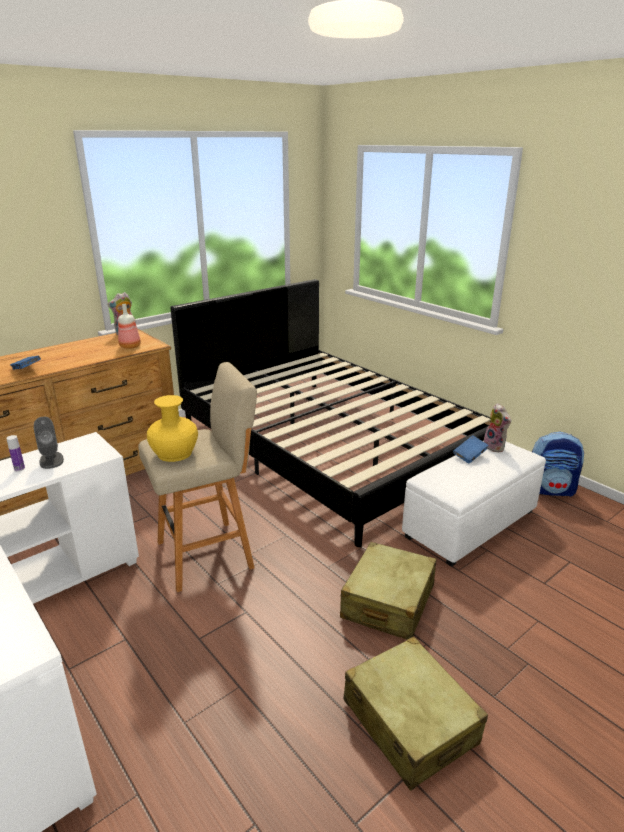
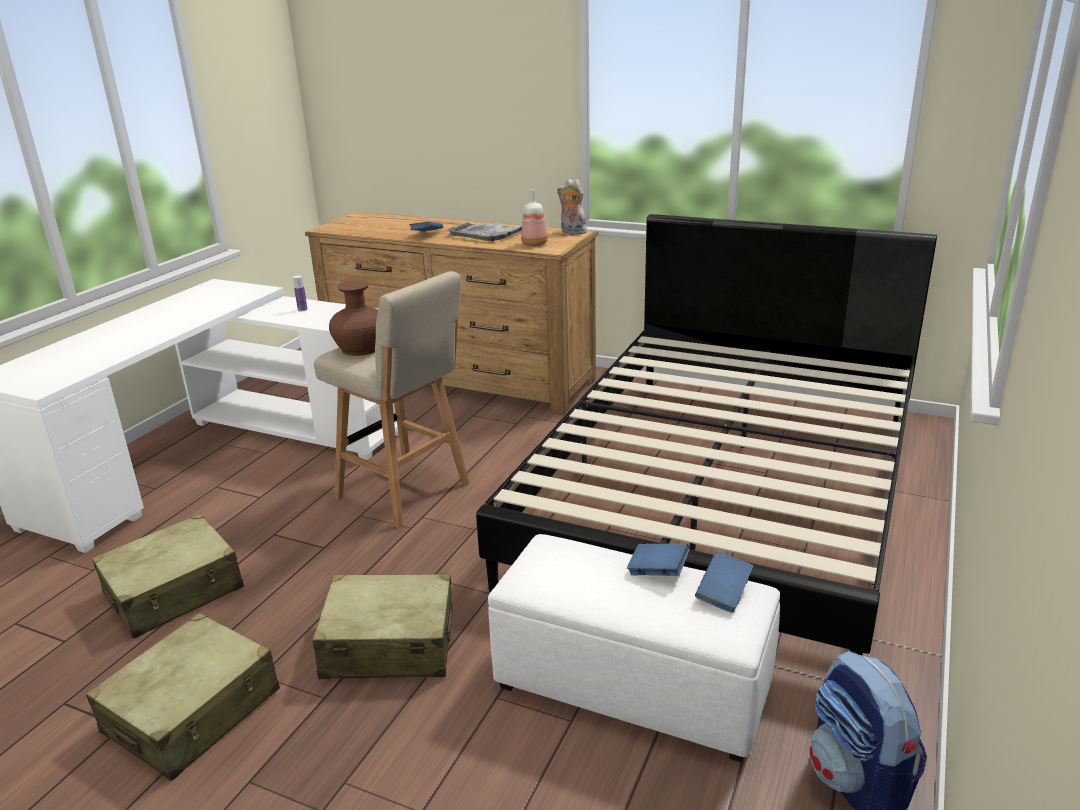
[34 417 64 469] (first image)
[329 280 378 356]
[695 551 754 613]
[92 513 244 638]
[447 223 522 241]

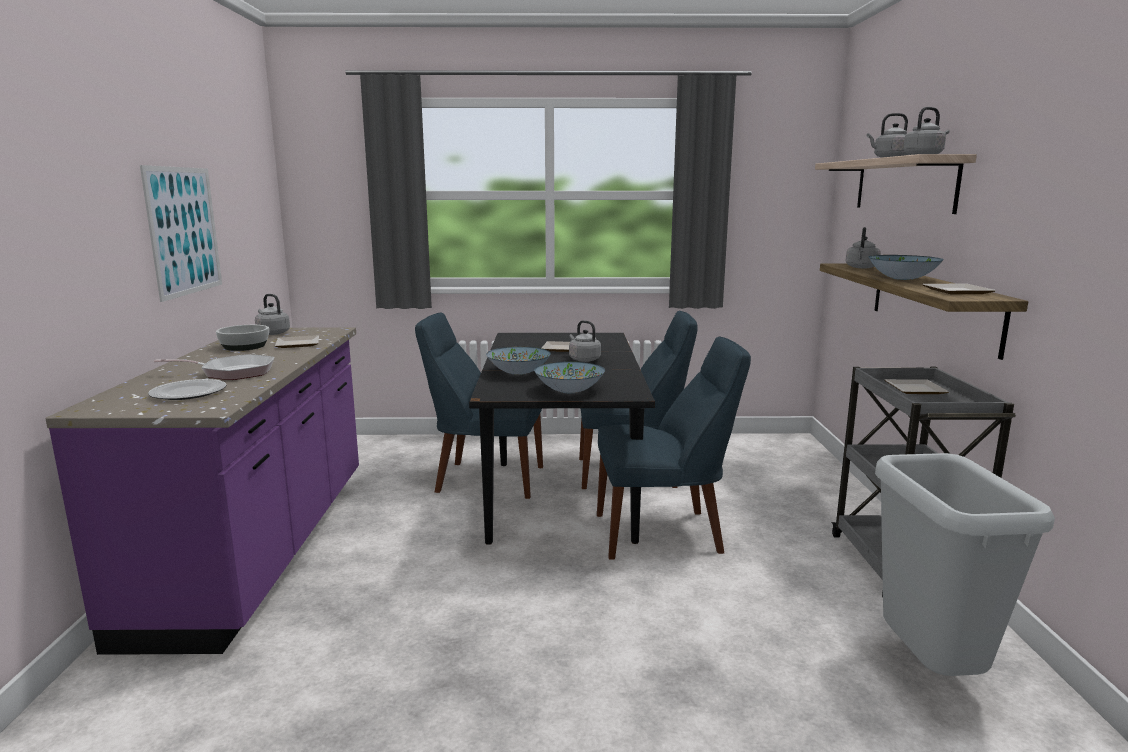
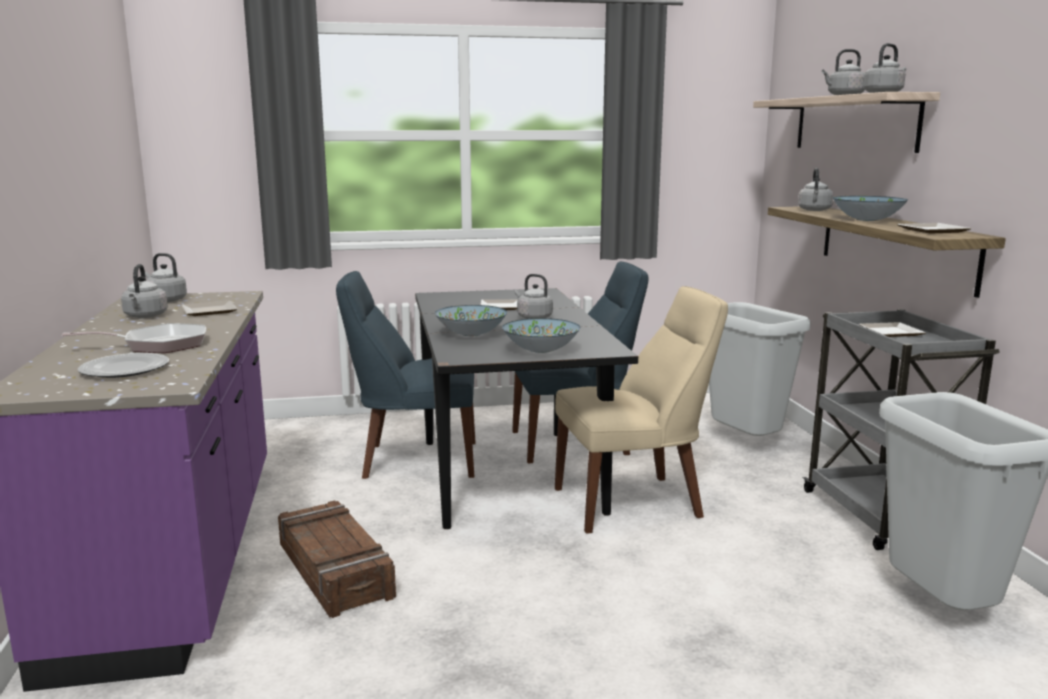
[140 165 222 302] (first image)
[121 264 168 318]
[555 286 728 534]
[278 500 396 618]
[709 302 811 436]

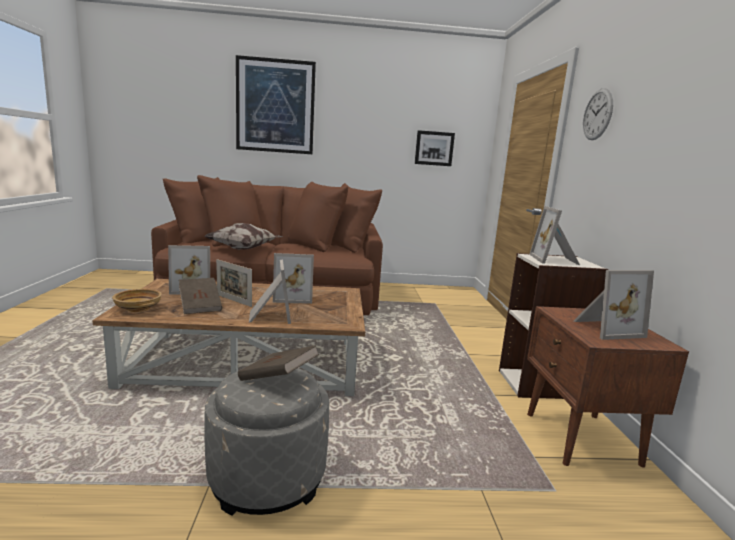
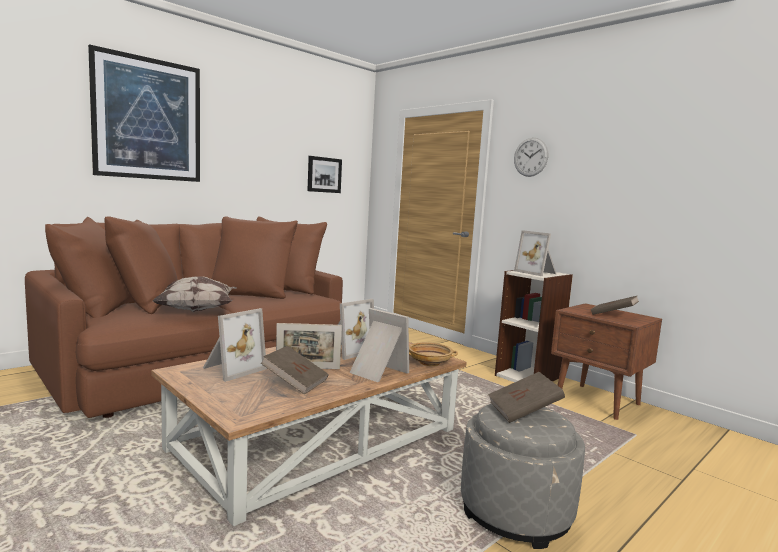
[409 342 458 366]
[591 296 639 315]

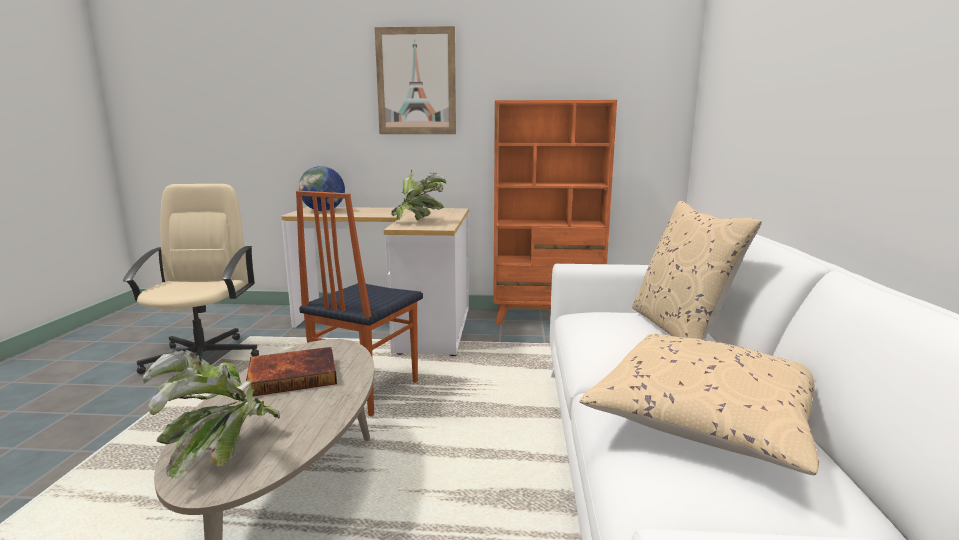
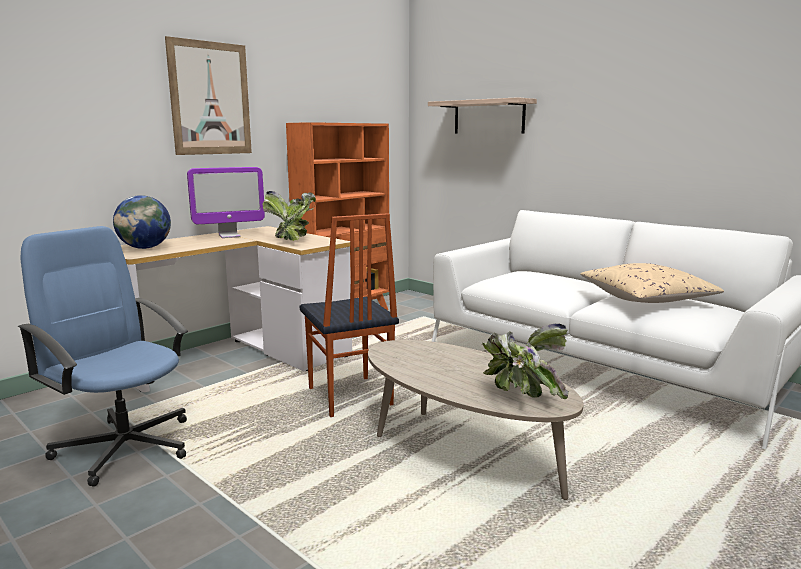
[18 226 188 487]
[246 347 337 396] (first image)
[632 201 762 340] (first image)
[187 167 265 238]
[428 97 537 133]

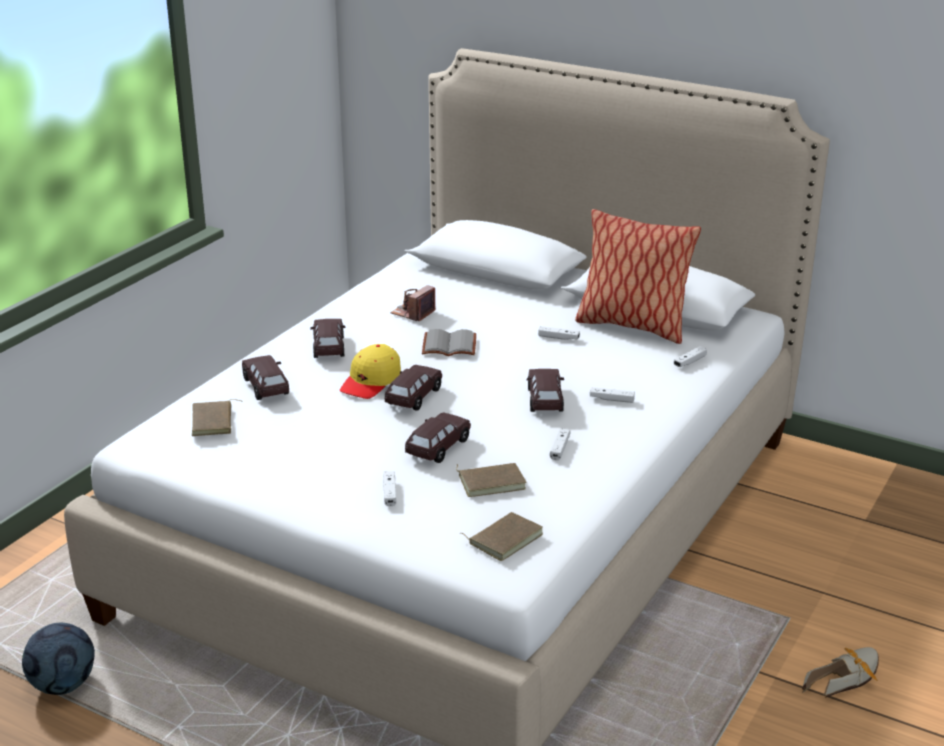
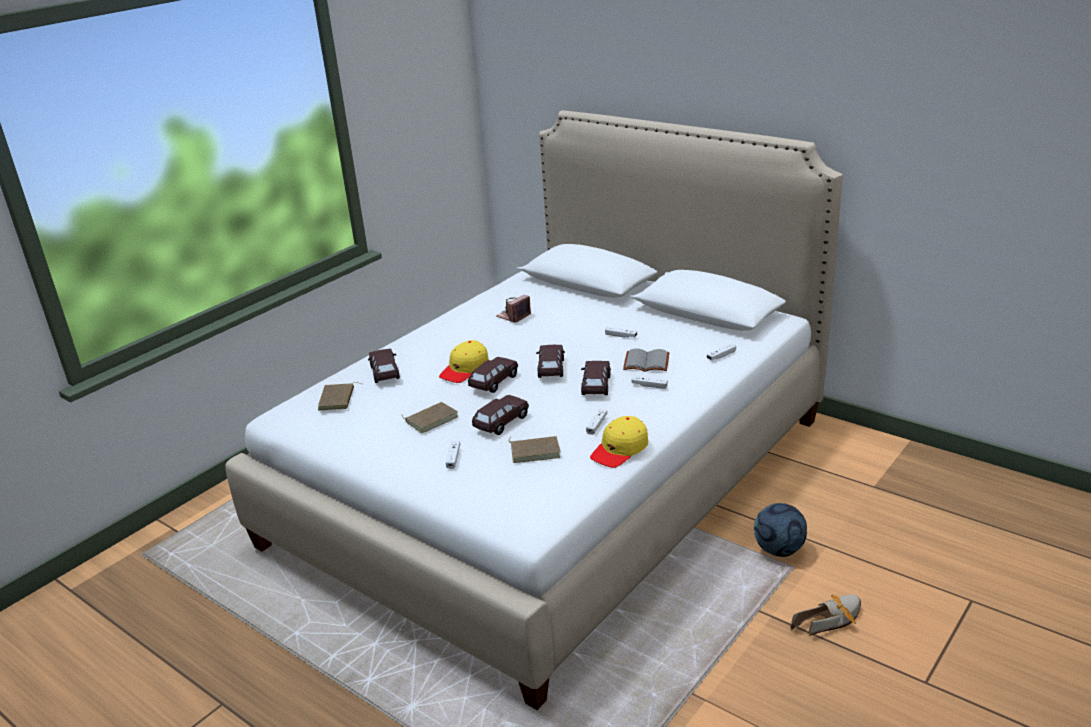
[754 503 807 557]
[536 345 565 378]
[623 348 669 372]
[401 402 458 433]
[575 209 701 344] (first image)
[590 416 648 468]

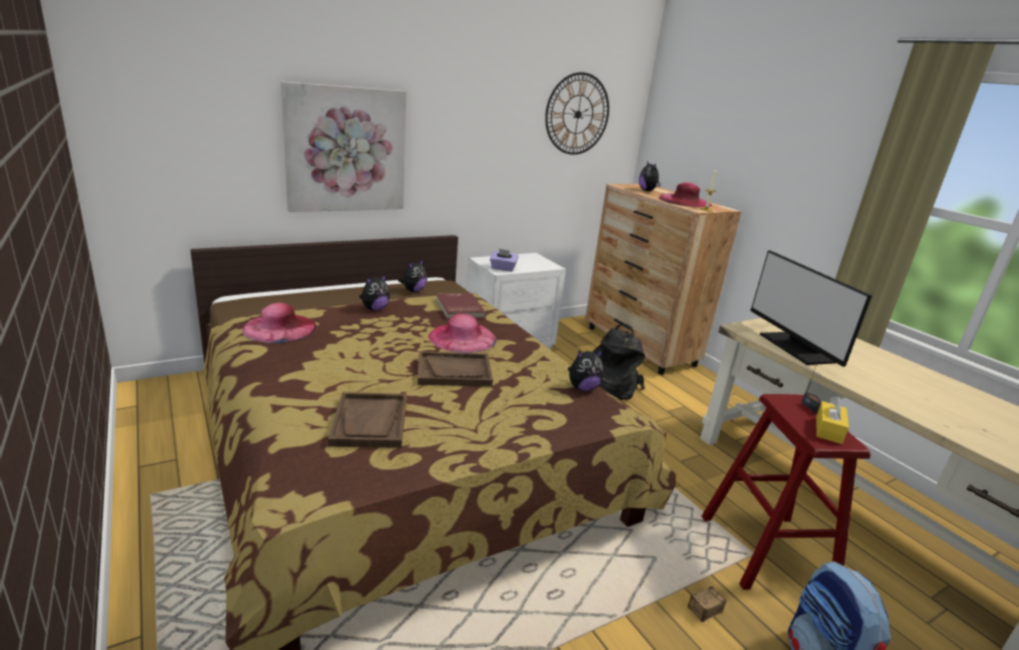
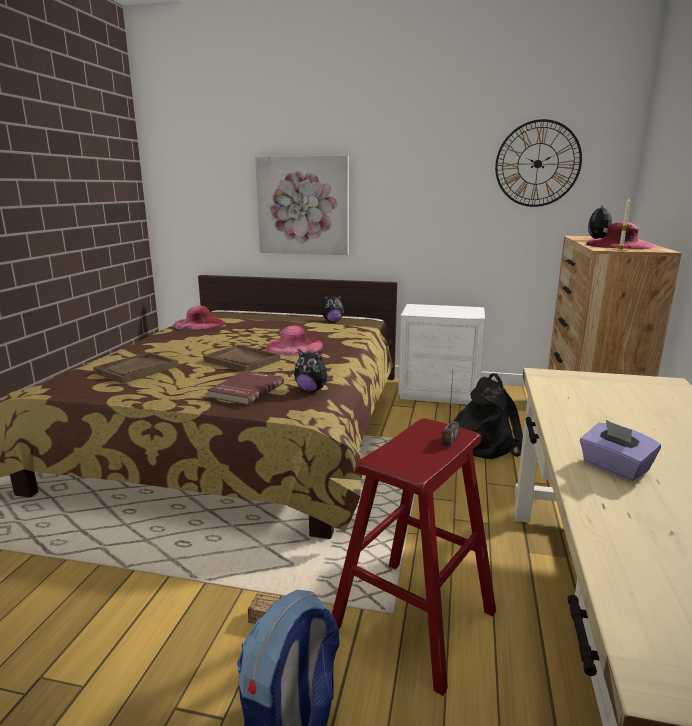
[359 274 390 311] (first image)
[207 371 284 405]
[580 420 661 481]
[750 250 872 367] (first image)
[816 397 849 444] (first image)

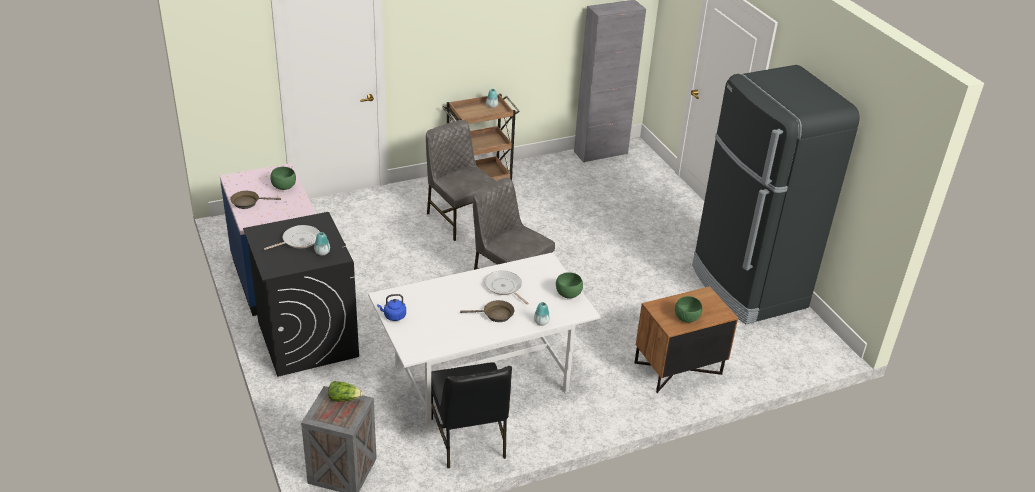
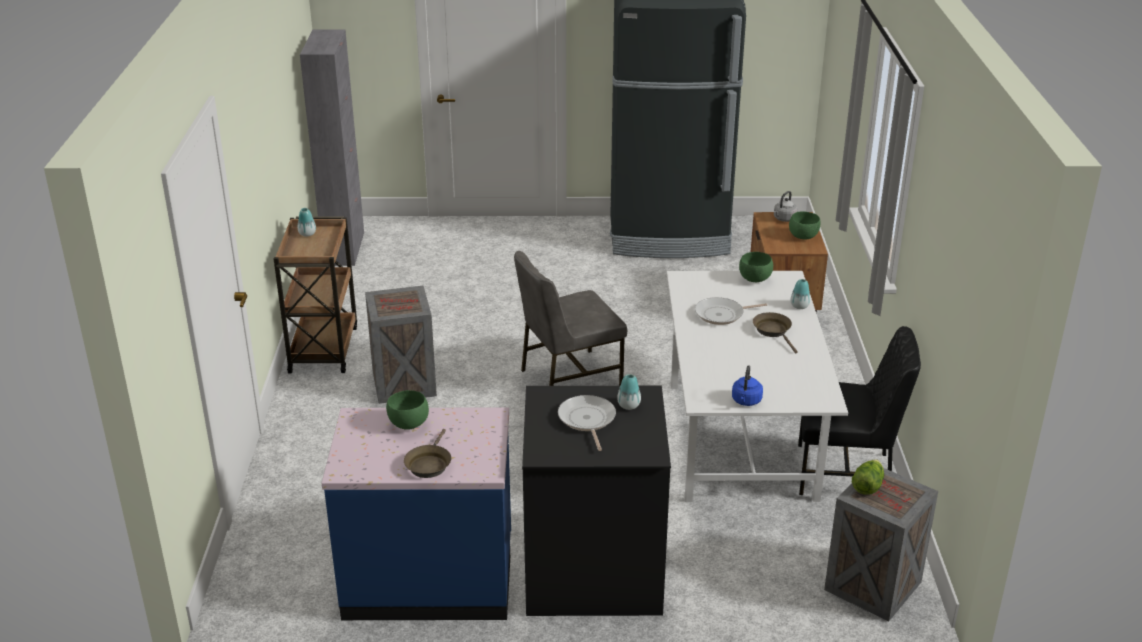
[365 286 437 404]
[753 312 798 353]
[774 191 798 222]

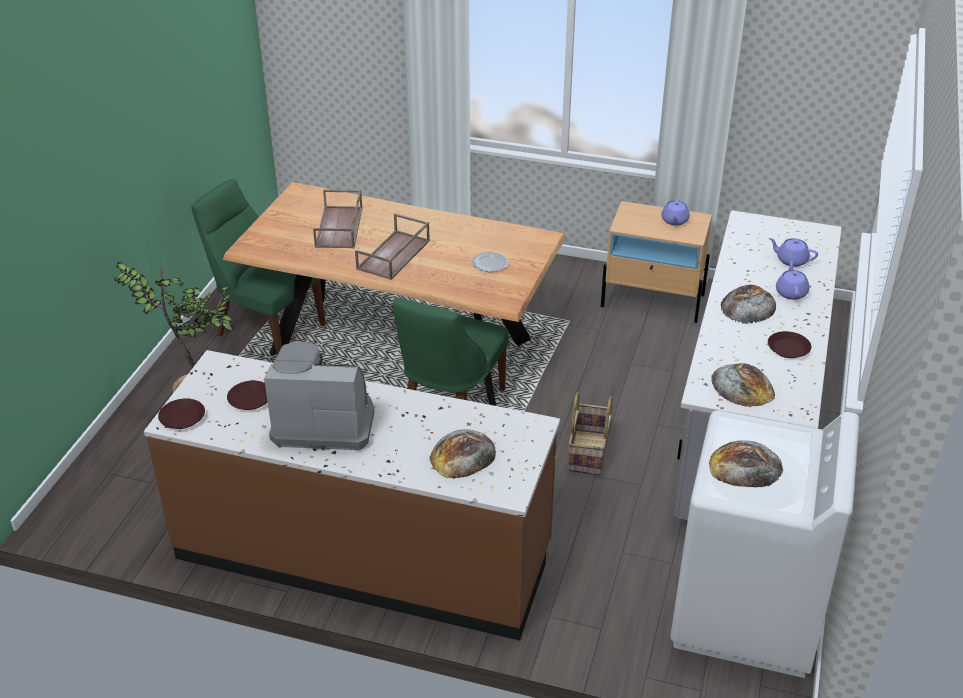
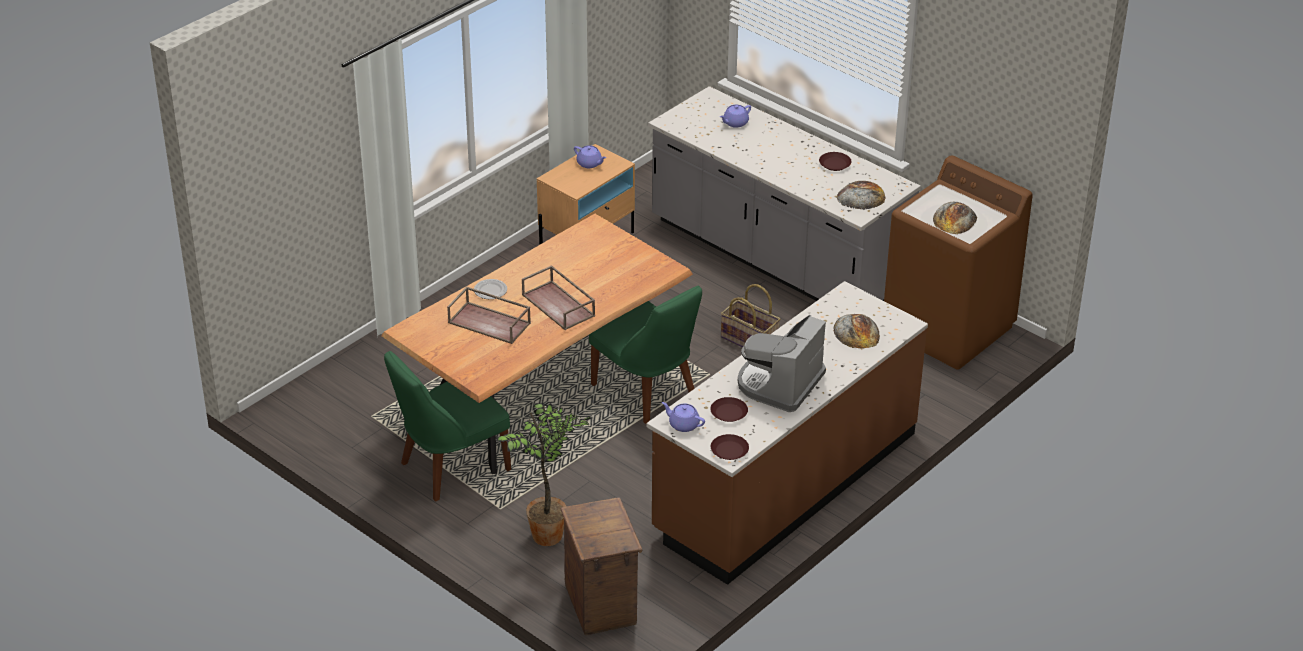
[474 279 507 299]
[884 156 1033 370]
[721 285 776 324] (first image)
[662 402 705 432]
[560 497 642 635]

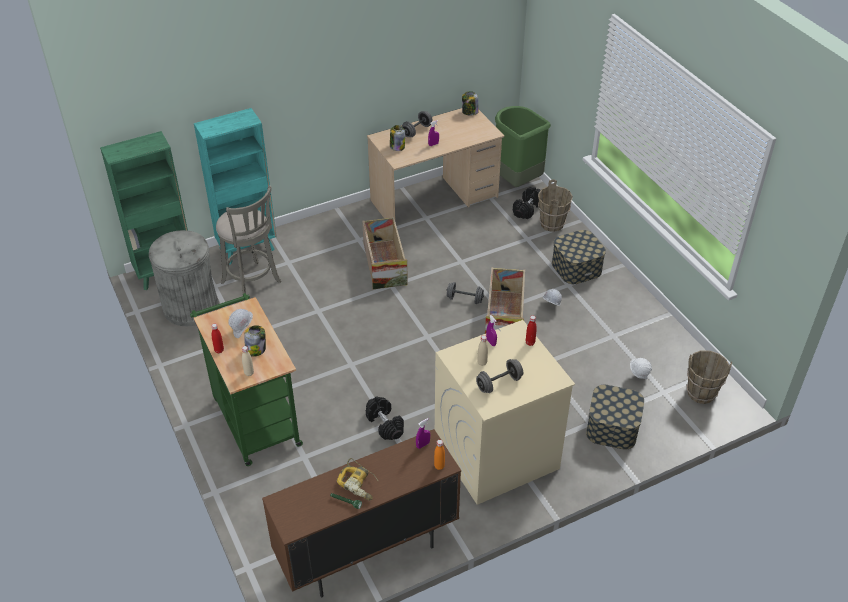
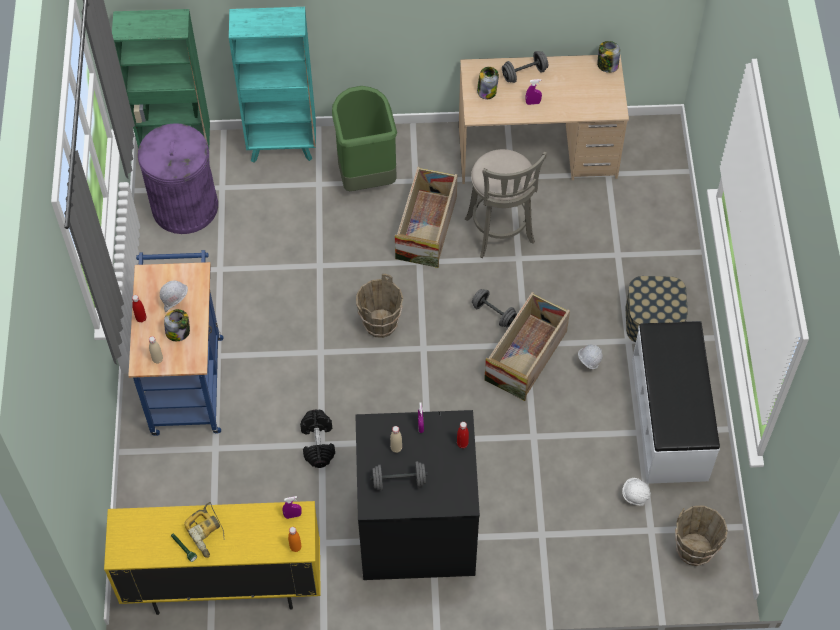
[138 123 218 234]
[128 250 223 436]
[464 149 547 258]
[104 501 321 615]
[355 410 480 580]
[332 86 397 191]
[513 187 541 219] (first image)
[356 274 403 338]
[586 385 644 450] (first image)
[632 321 720 484]

